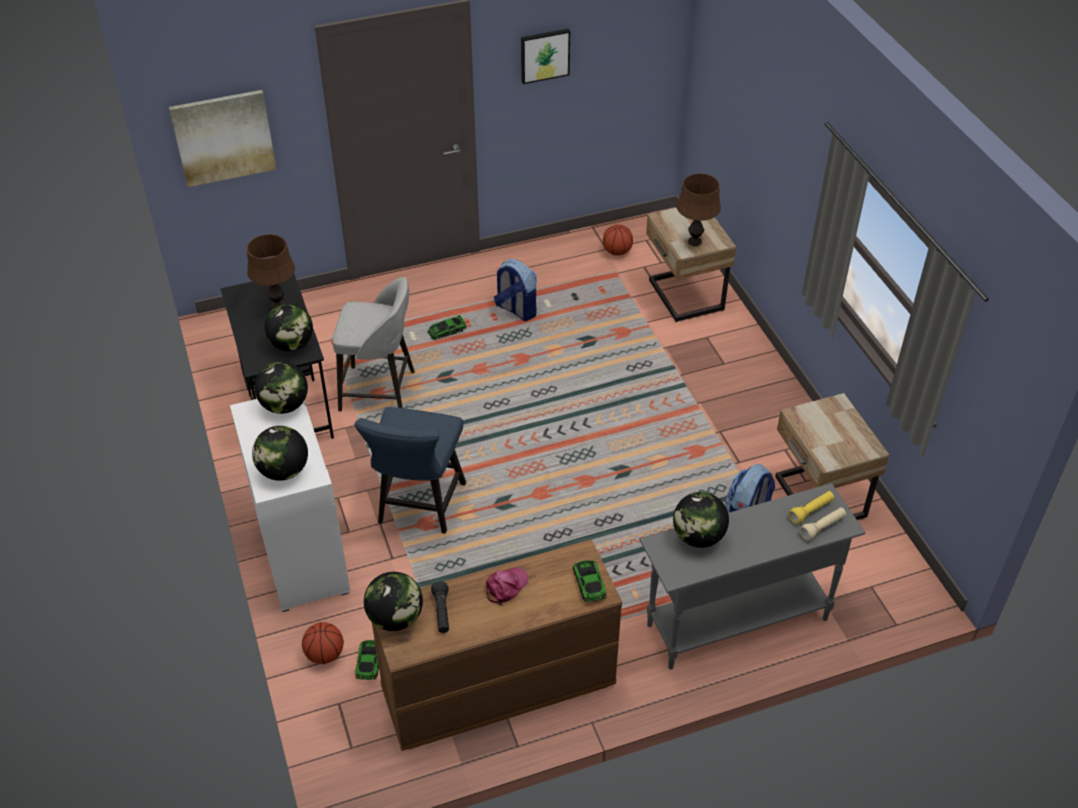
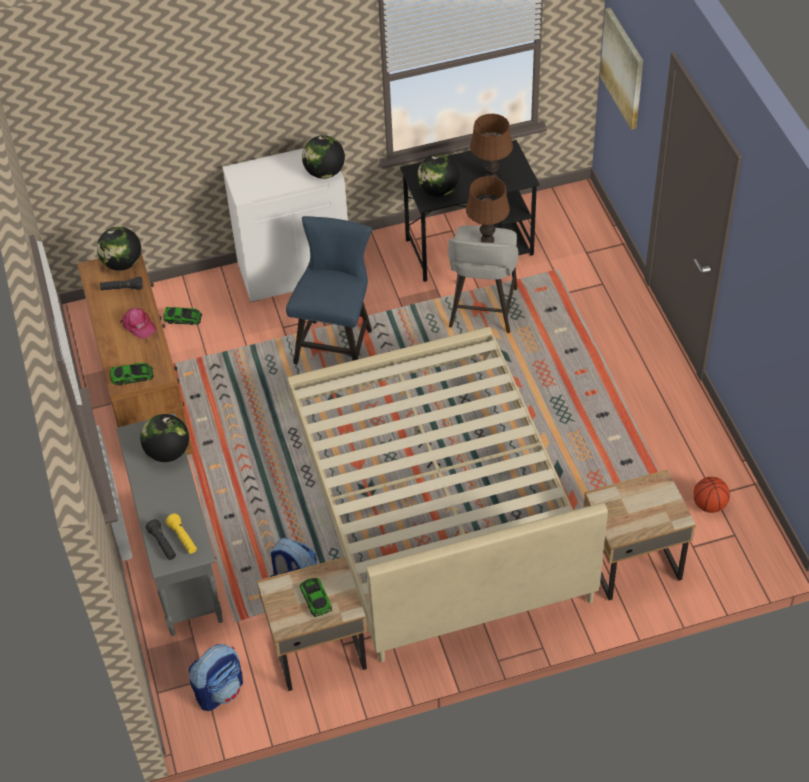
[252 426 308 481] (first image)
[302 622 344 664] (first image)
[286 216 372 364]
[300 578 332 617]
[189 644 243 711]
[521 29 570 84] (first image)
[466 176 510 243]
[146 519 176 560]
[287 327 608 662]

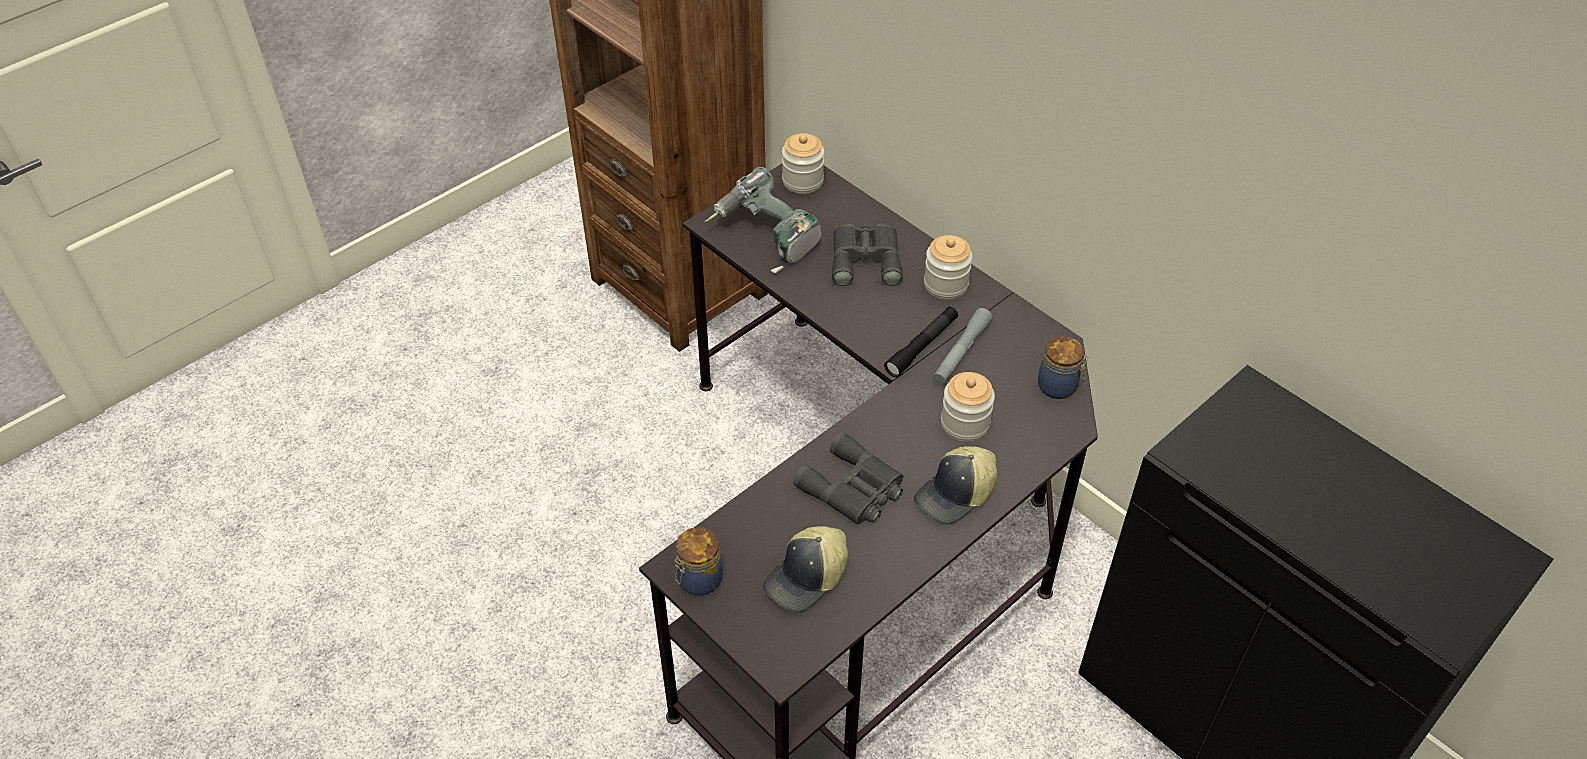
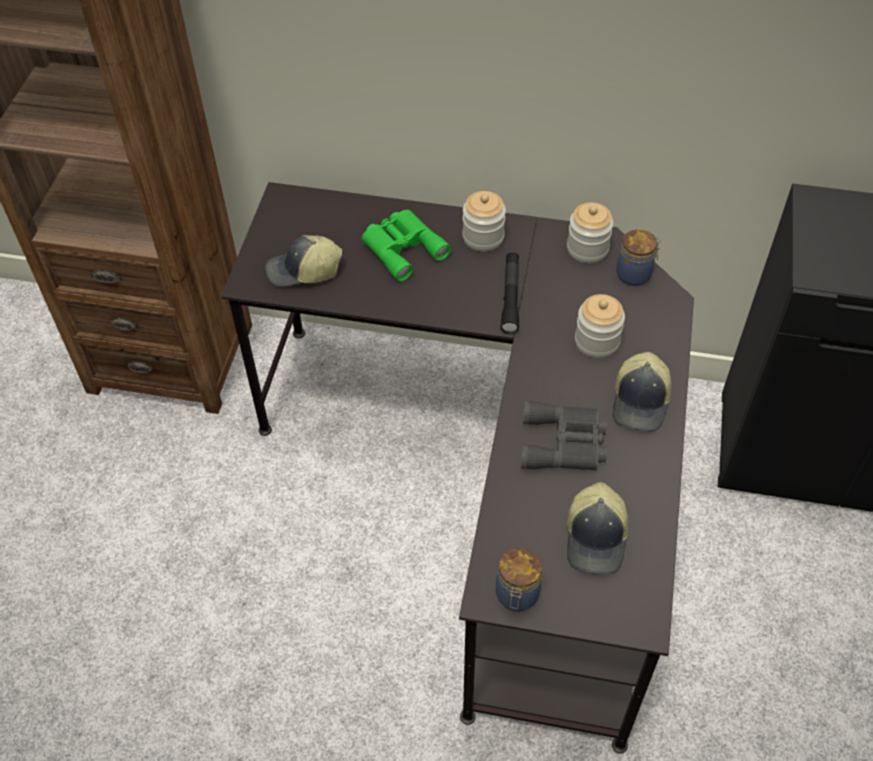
[266 235 342 287]
[567 202 614 263]
[362 210 451 282]
[933 308 993 385] (first image)

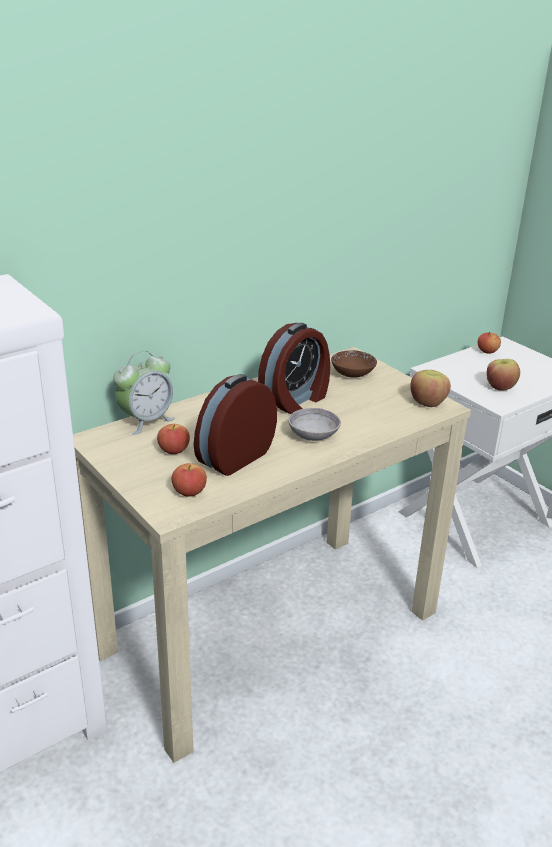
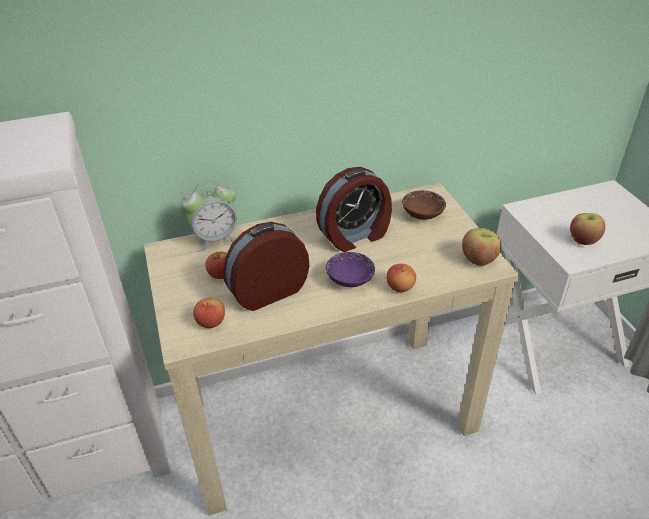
[326 252 375 287]
[386 264 416 292]

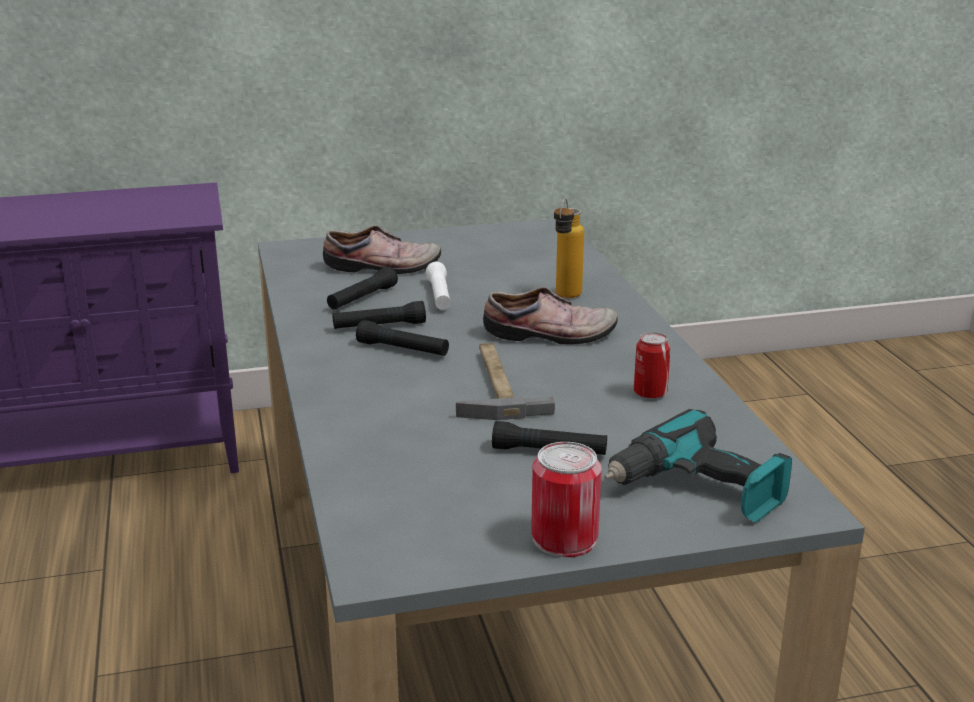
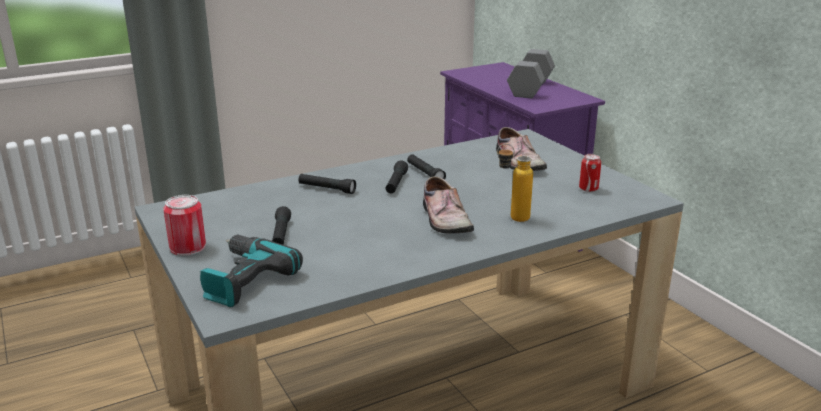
[298 174 356 194]
[426 262 451 310] (first image)
[456 343 555 420] (first image)
[579 154 601 192]
[507 49 555 98]

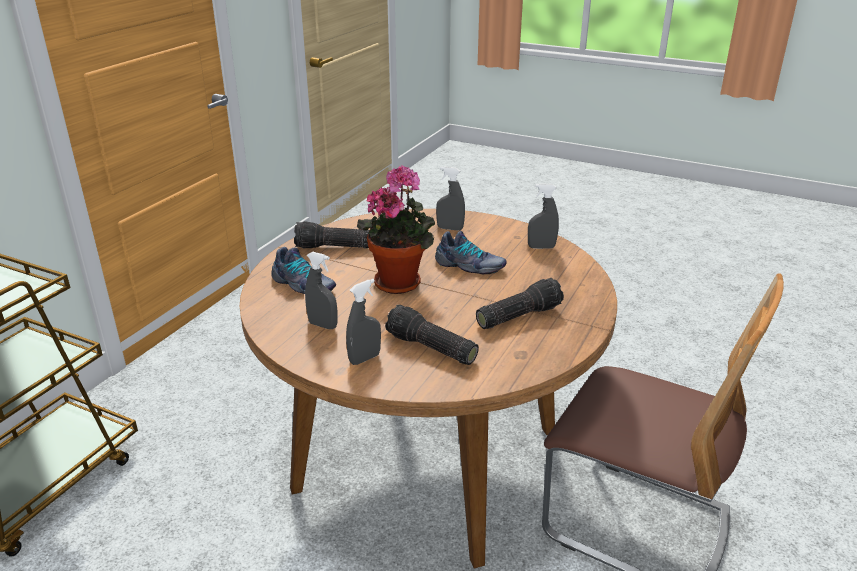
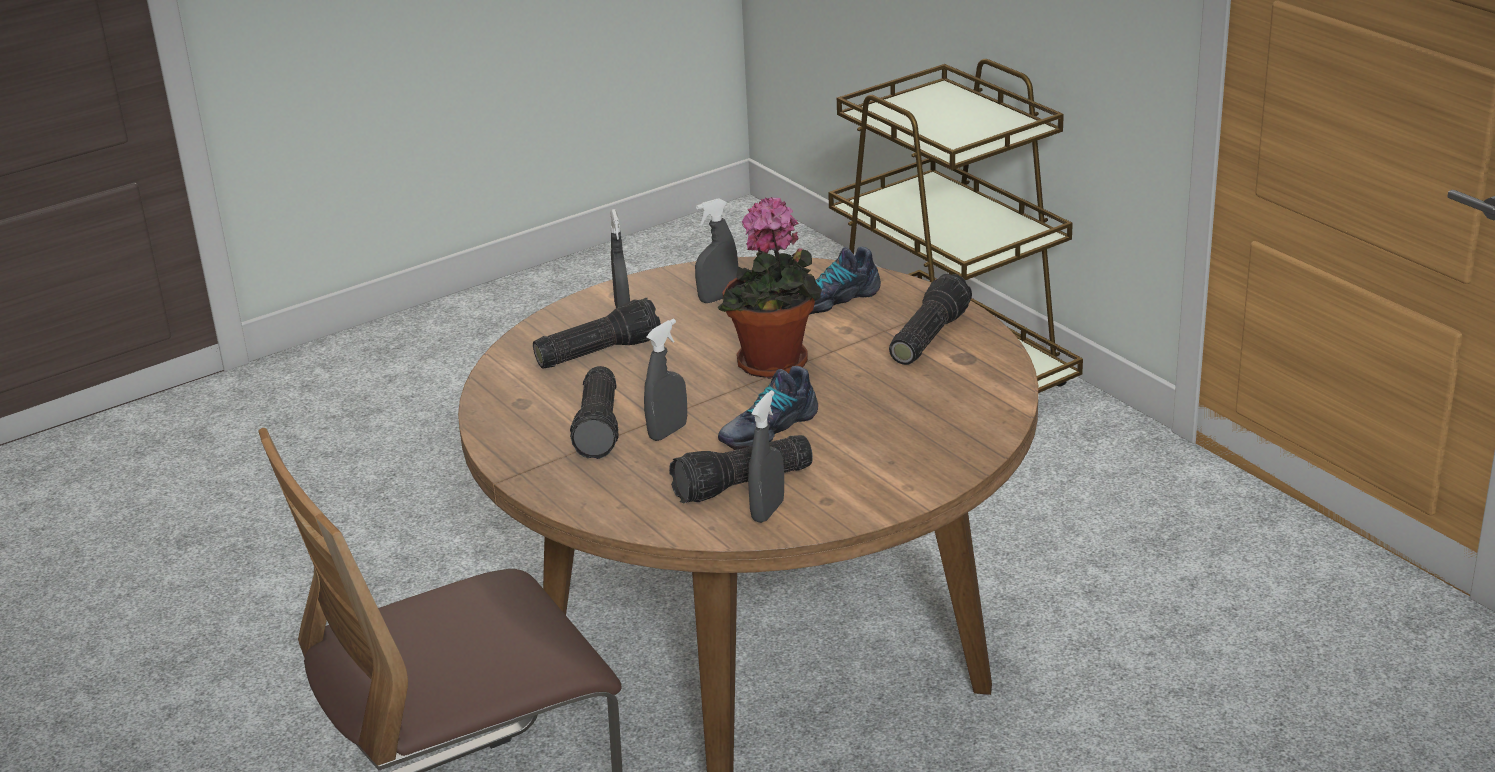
[644 319 687 441]
[669 435 813 504]

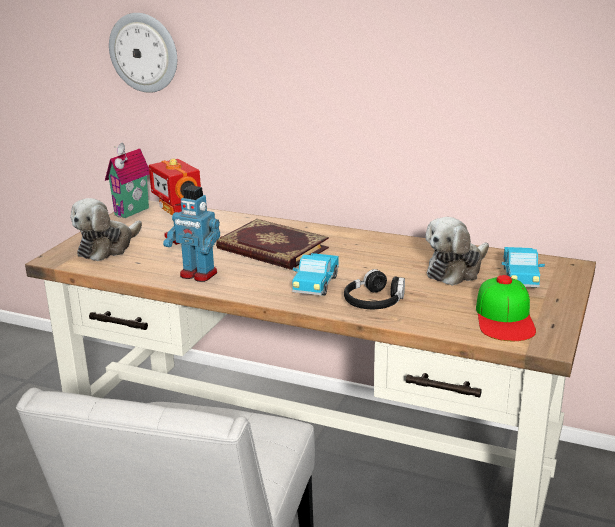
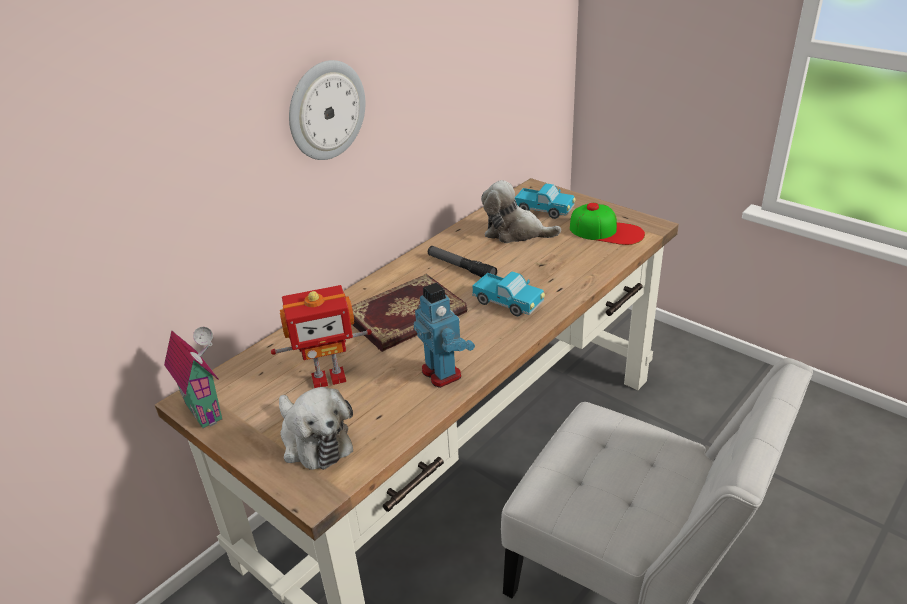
[289 60 365 160]
[414 283 475 388]
[344 269 405 309] (first image)
[481 180 561 243]
[428 246 497 277]

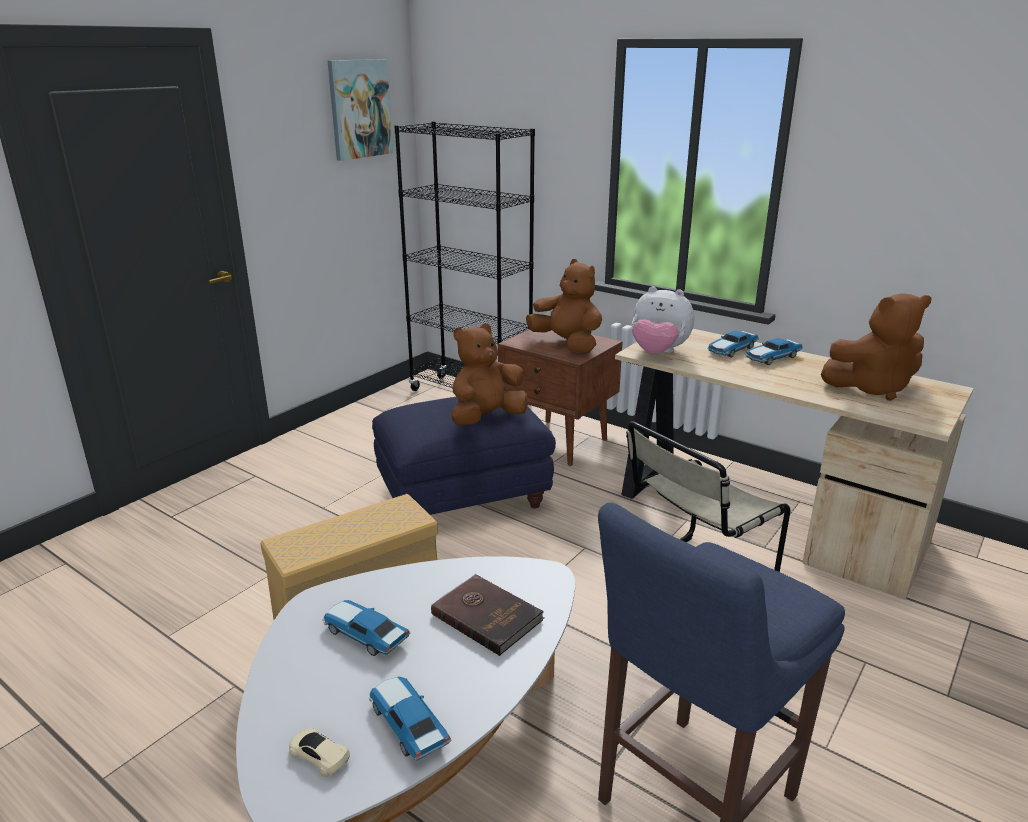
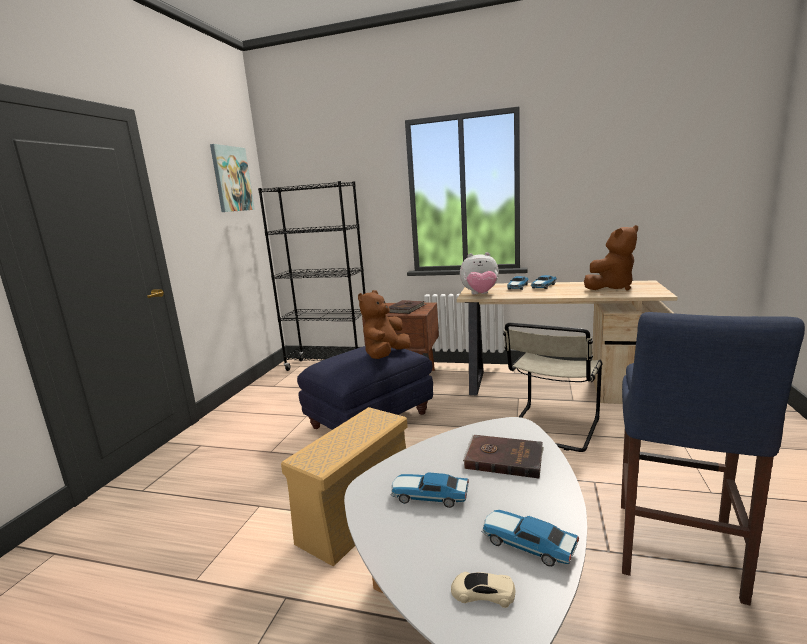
[389 300 426 314]

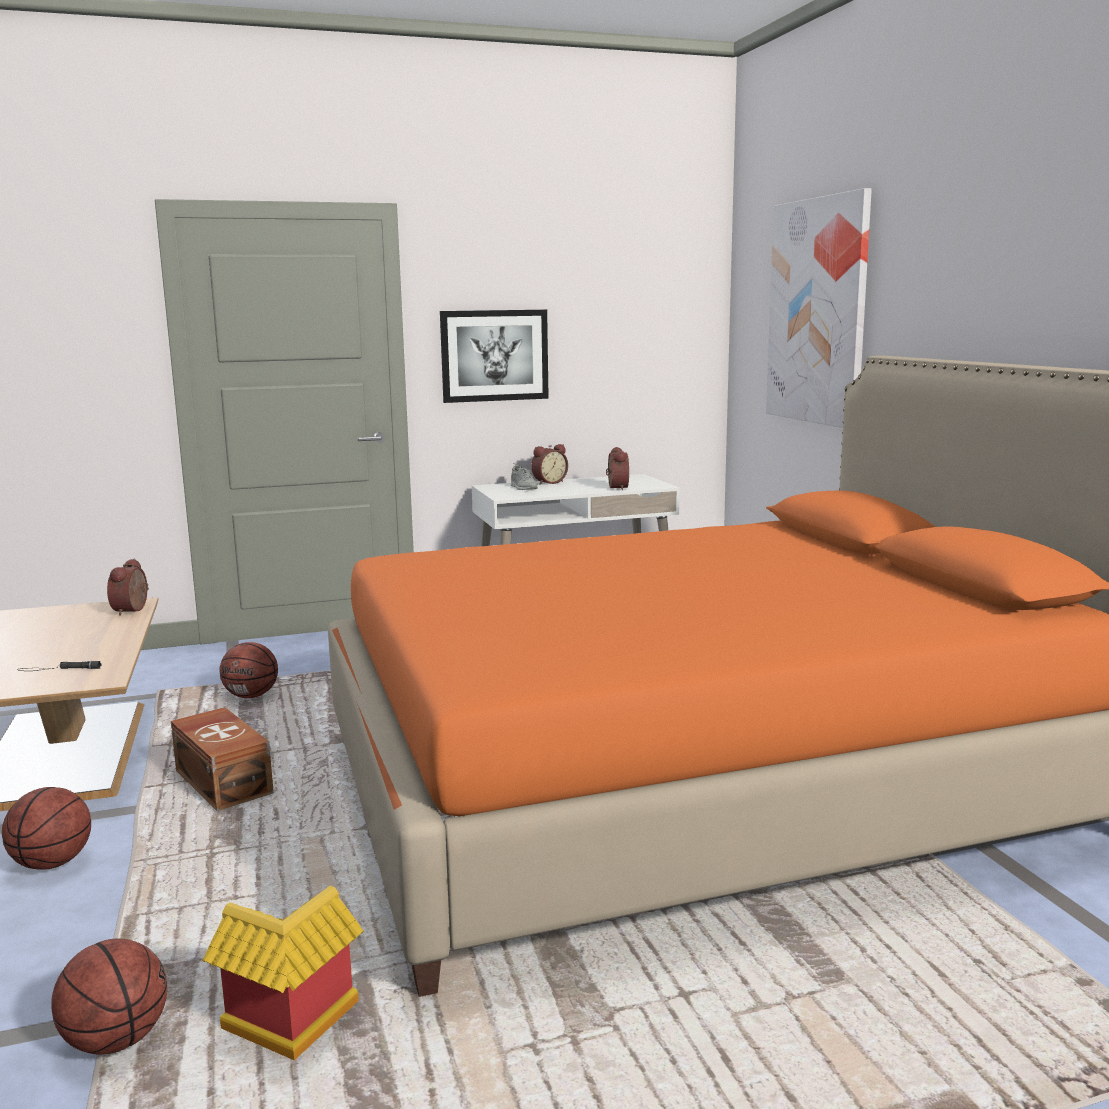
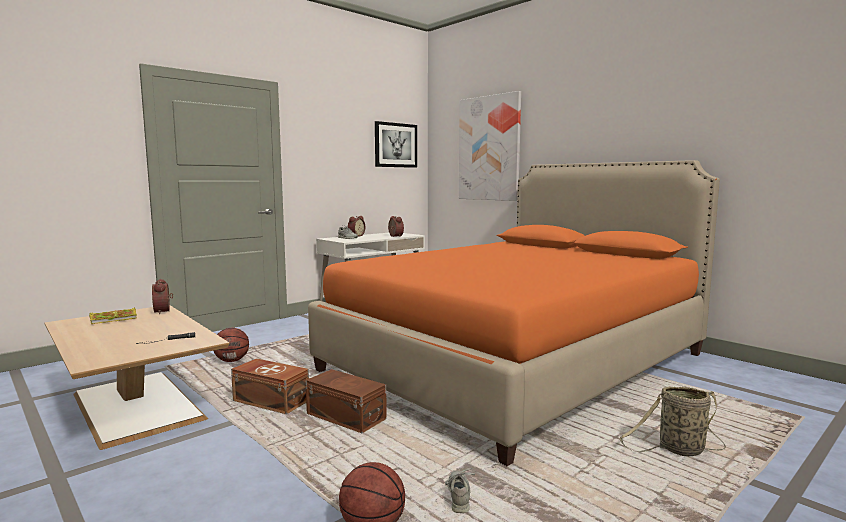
[2 787 91 870] (first image)
[445 468 475 513]
[375 121 417 168]
[89 308 137 324]
[306 369 387 433]
[619 386 726 456]

